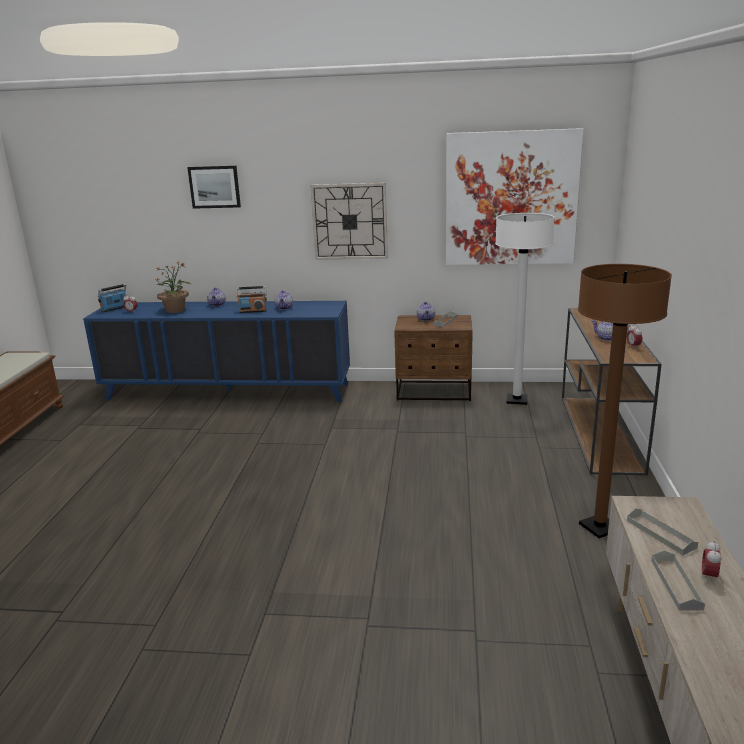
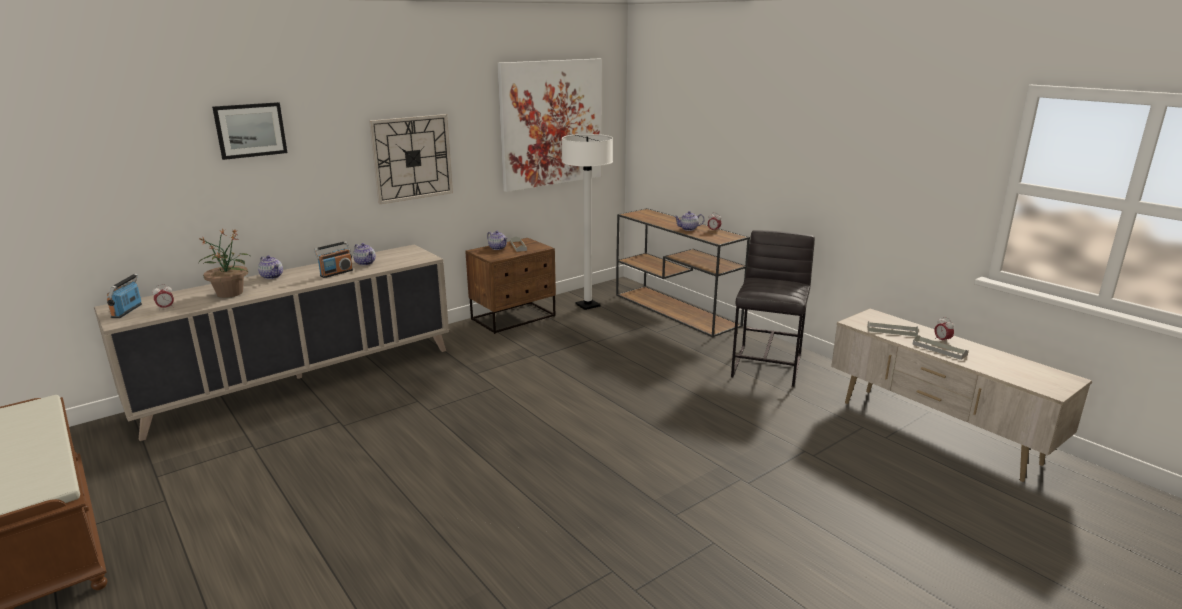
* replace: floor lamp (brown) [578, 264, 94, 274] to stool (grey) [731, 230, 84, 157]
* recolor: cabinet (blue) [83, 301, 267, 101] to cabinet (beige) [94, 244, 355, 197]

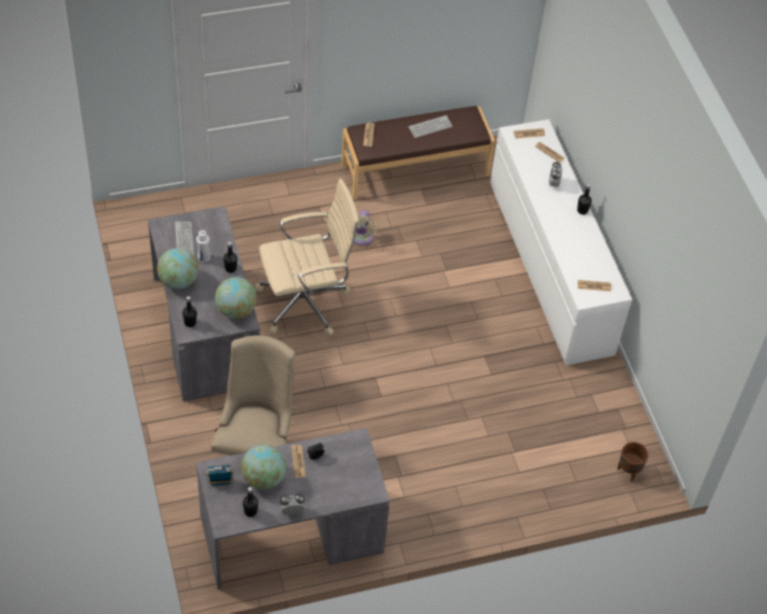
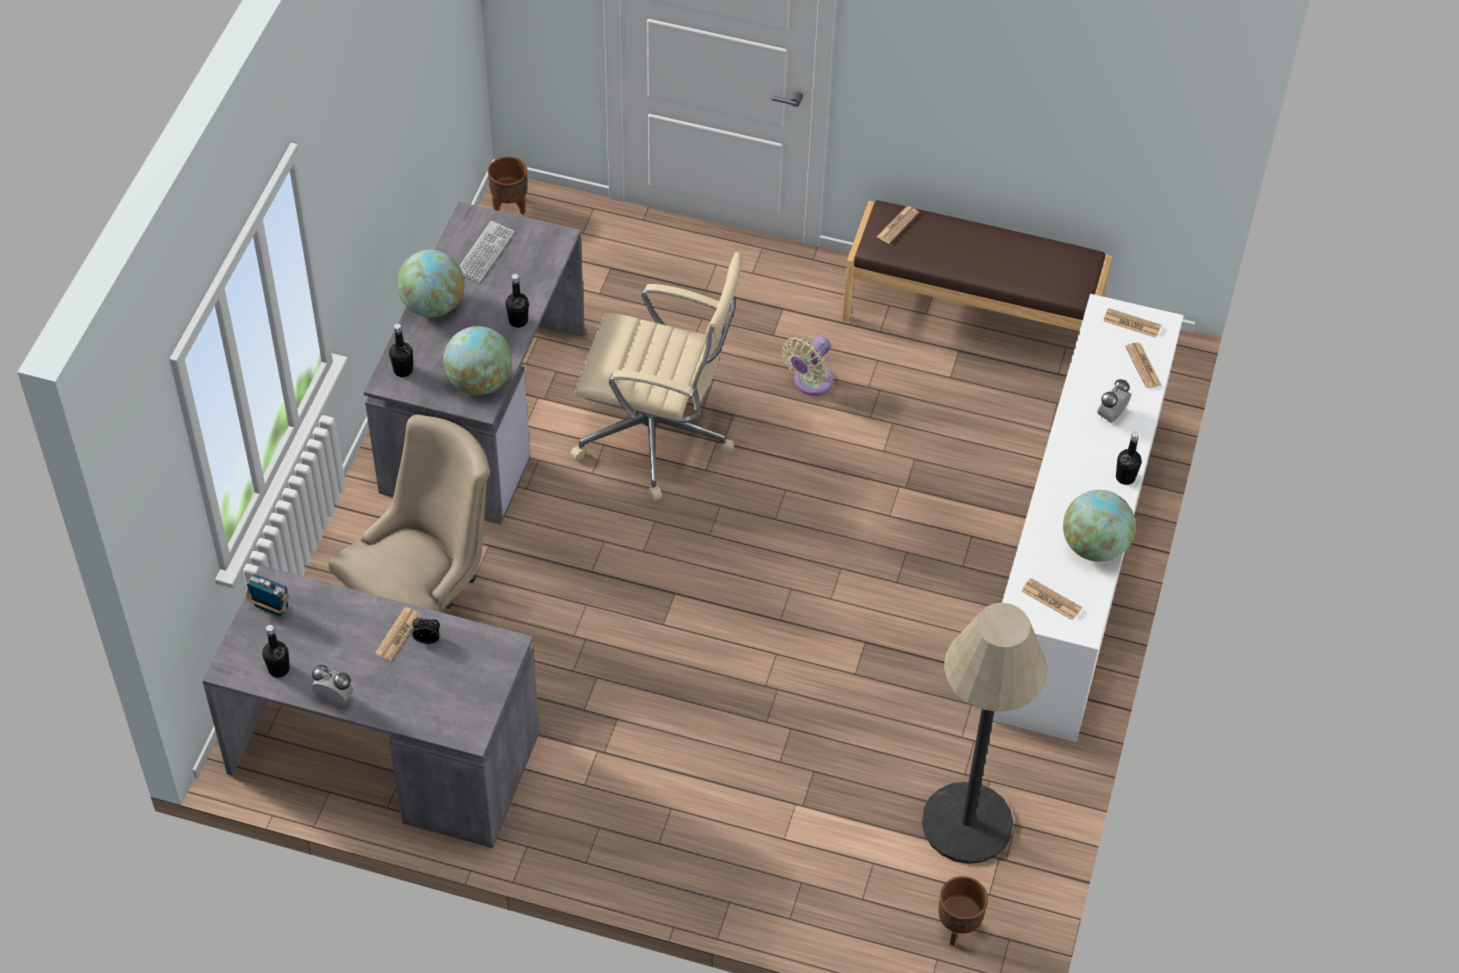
* delete: bottle (white) [196, 230, 15, 33]
* delete: keyboard [409, 115, 44, 23]
* insert: planter (brown) [488, 157, 39, 58]
* insert: floor lamp [922, 603, 125, 261]
* move: globe [241, 444, 45, 46] to [1063, 490, 73, 72]

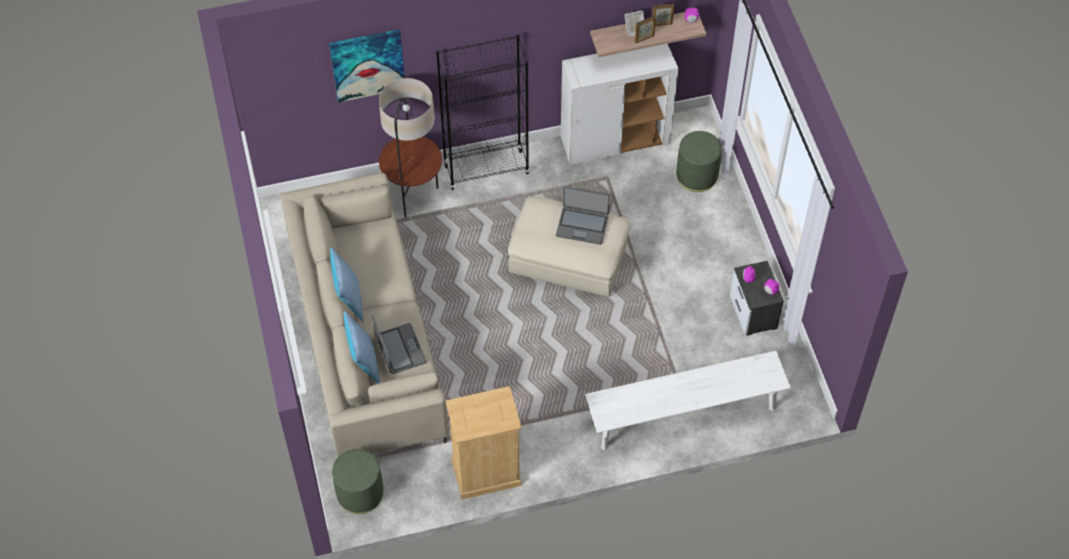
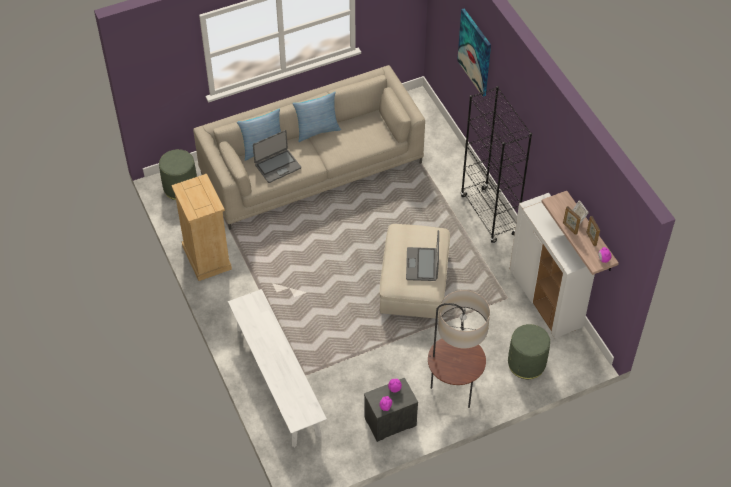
* move: floor lamp [379, 78, 63, 139] to [428, 290, 62, 118]

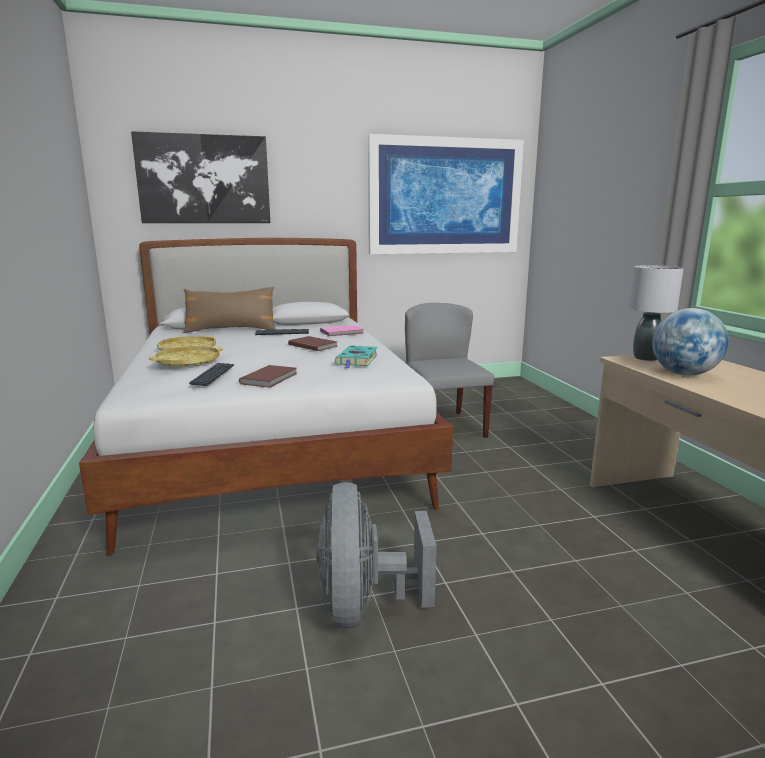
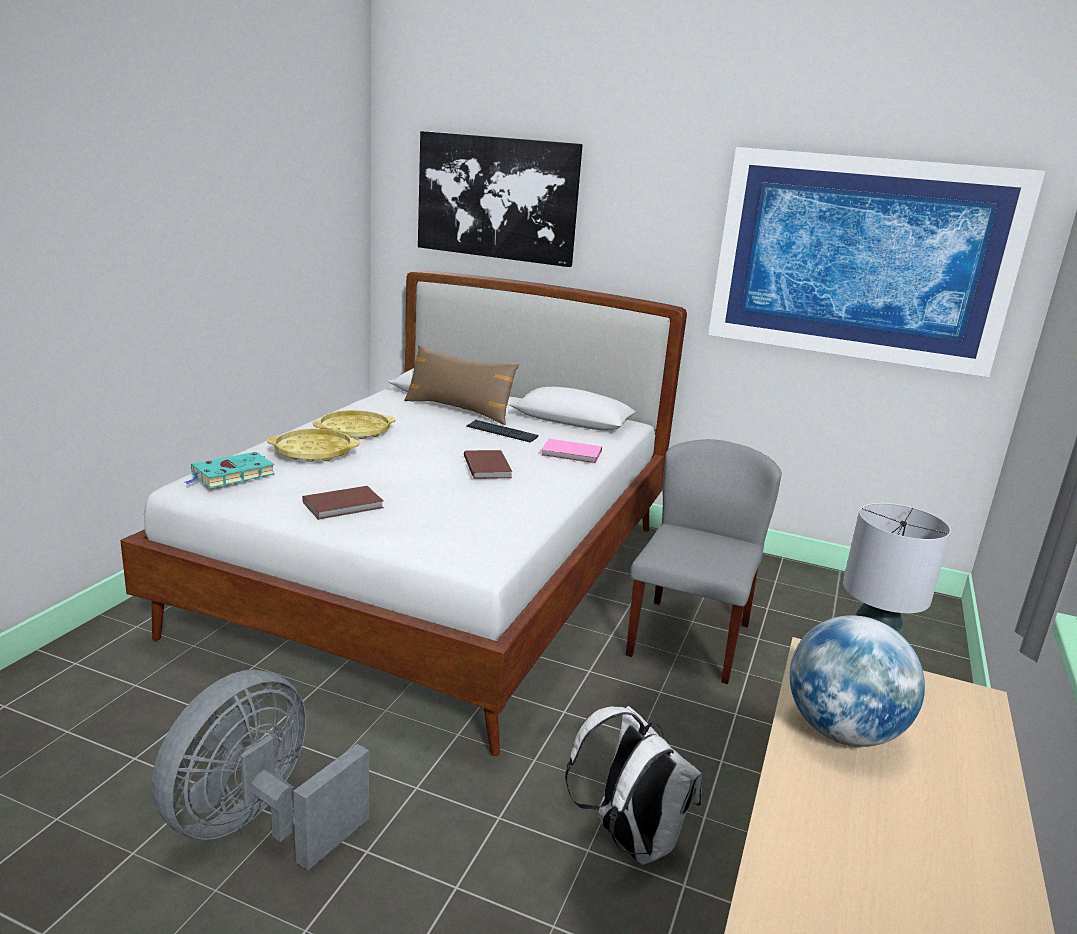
* delete: keyboard [189, 363, 46, 23]
* insert: backpack (white) [565, 706, 138, 159]
* move: book (turquoise) [335, 346, 43, 22] to [185, 452, 90, 36]

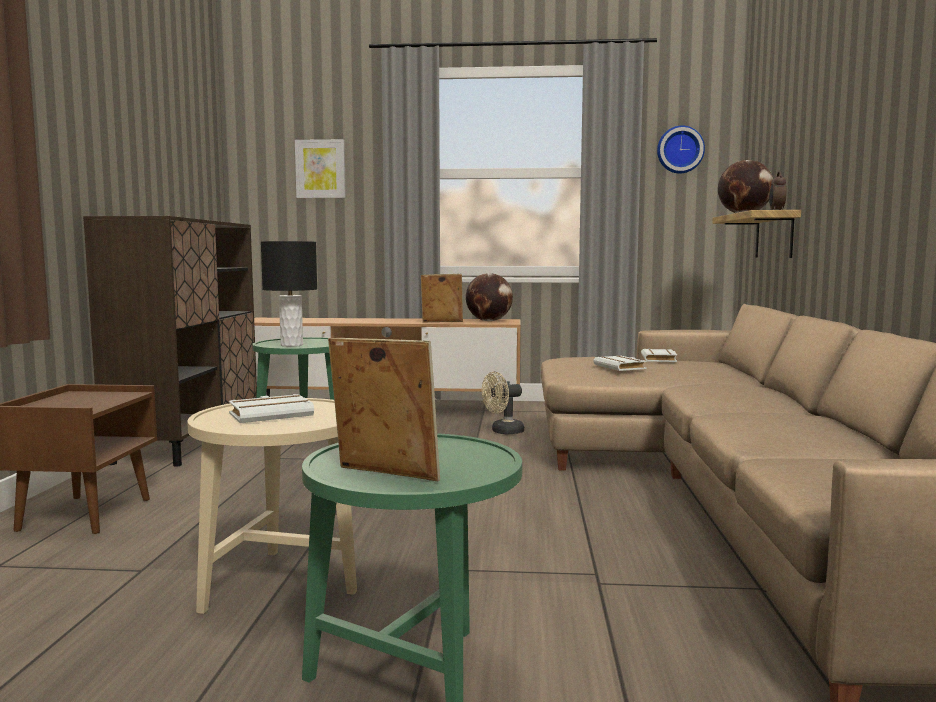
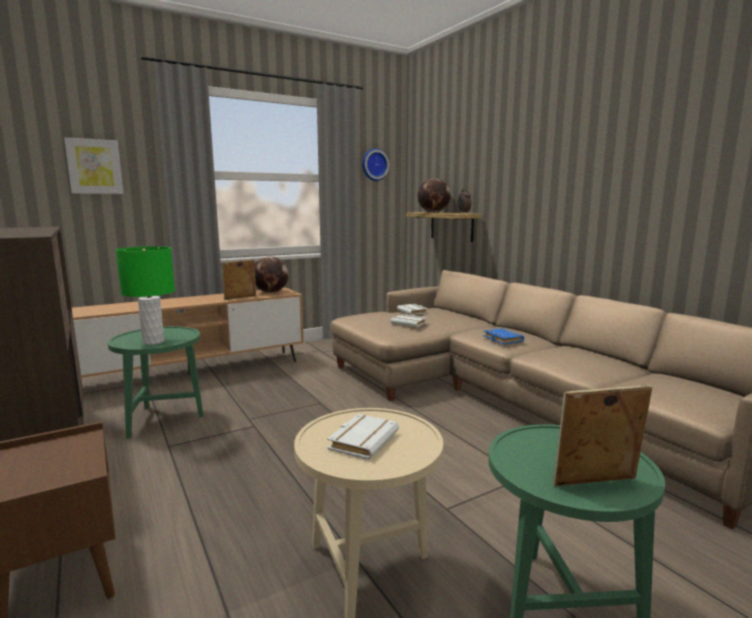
* delete: fan (beige) [482, 372, 42, 62]
* insert: book (blue) [483, 328, 41, 16]
* recolor: table lamp (black) [261, 241, 56, 106] to table lamp (green) [116, 246, 59, 99]

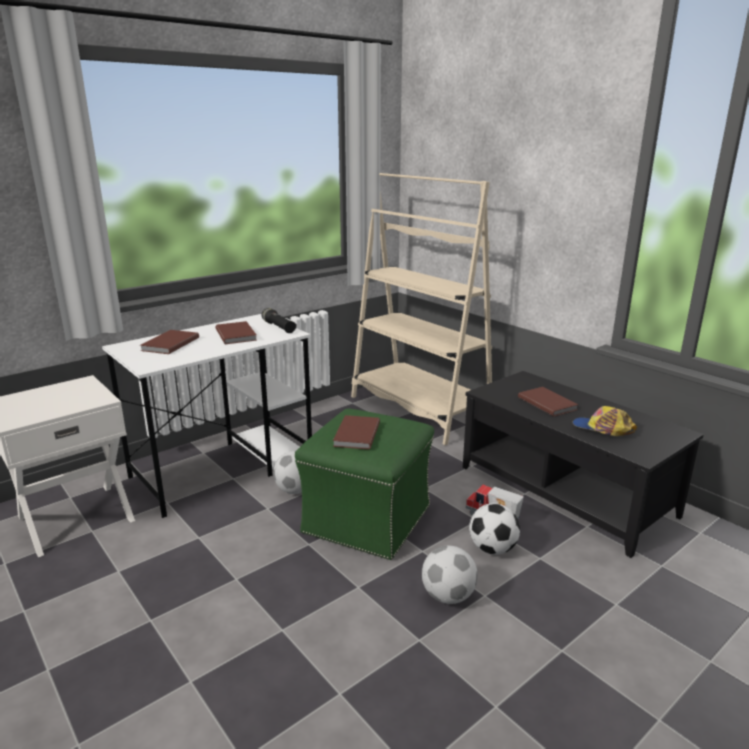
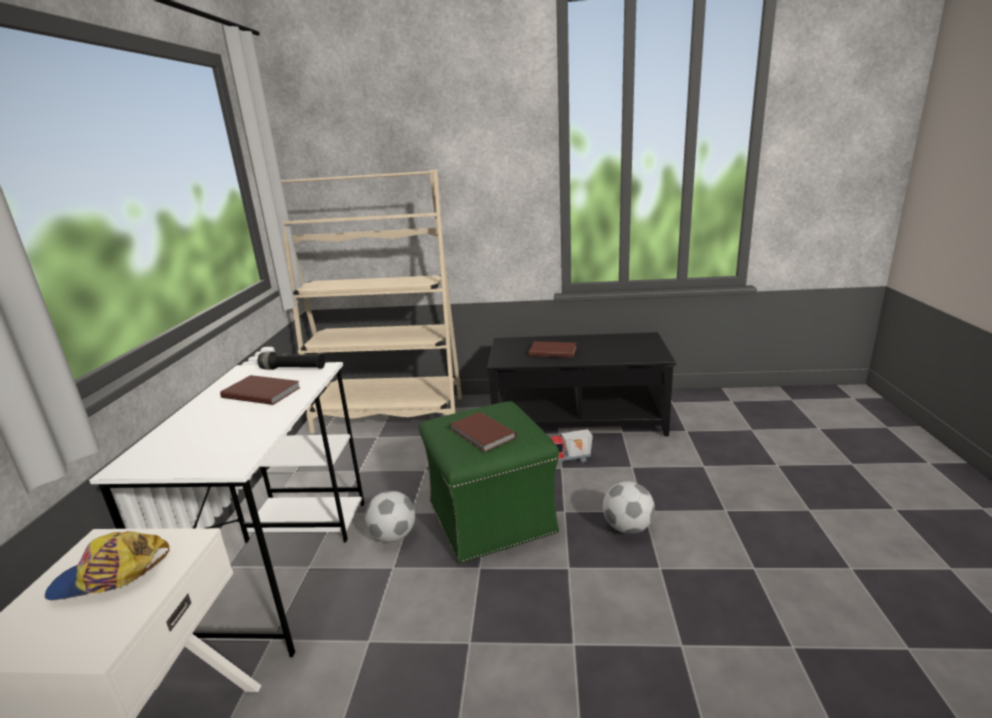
* delete: book (brown) [140, 330, 59, 24]
* delete: football [469, 503, 51, 52]
* move: cap [572, 406, 65, 30] to [45, 531, 124, 69]

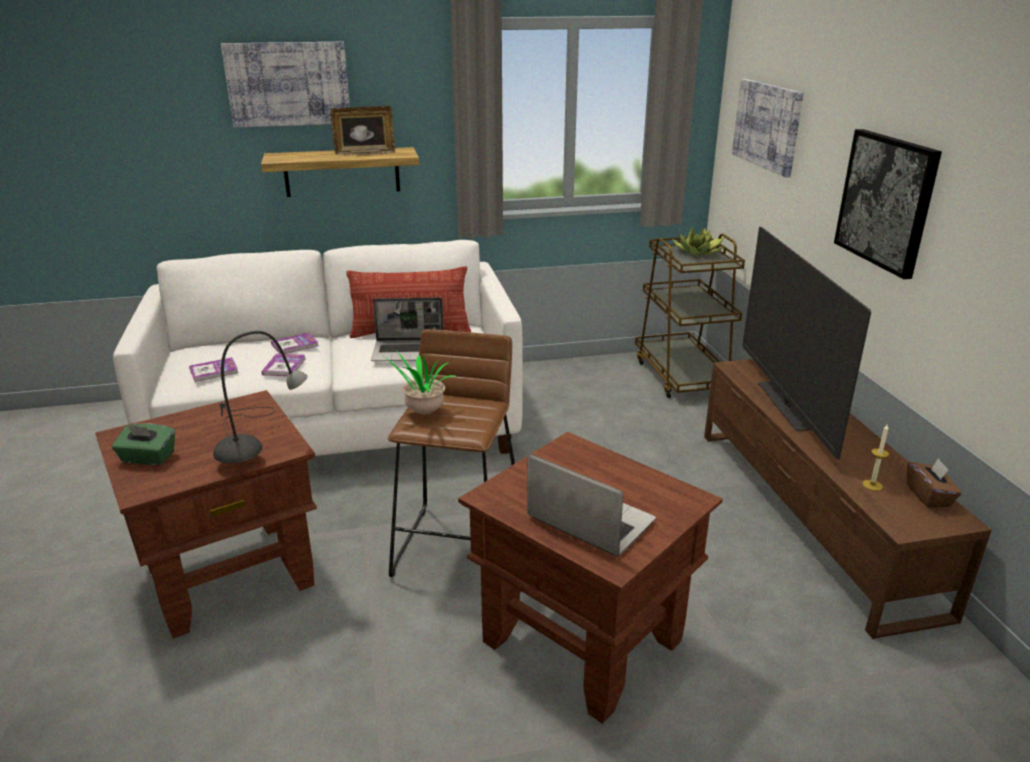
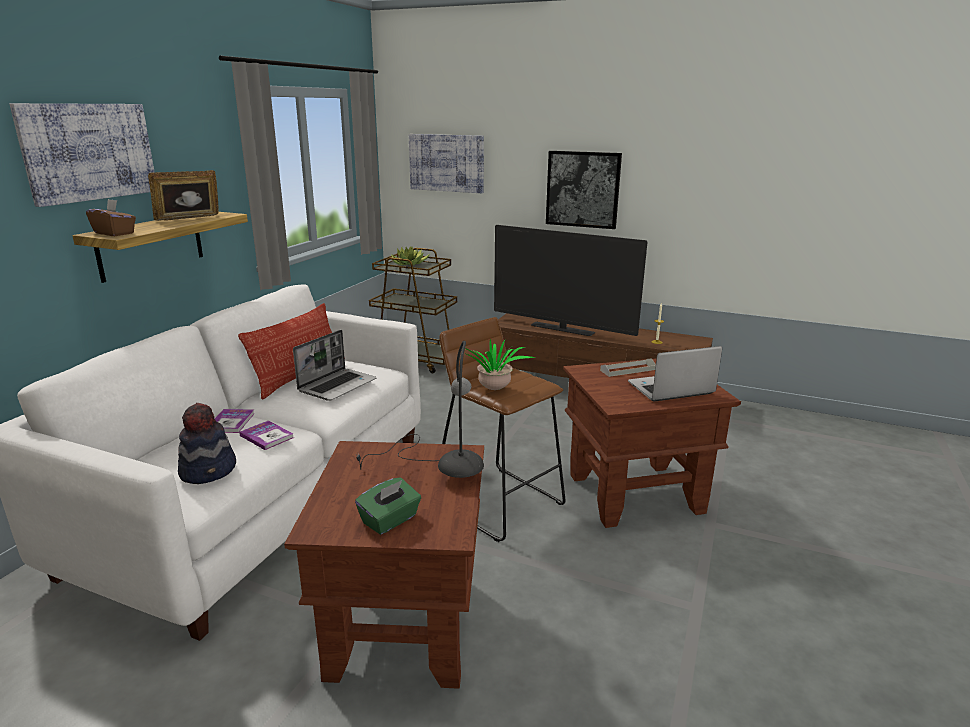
* insert: tray (grey) [600, 358, 56, 19]
* move: tissue box (brown) [907, 458, 54, 50] to [86, 199, 50, 37]
* replace: book [189, 357, 50, 25] to hat [178, 403, 58, 81]
* rotate: picture frame [331, 106, 64, 50] = [148, 170, 71, 51] 150 degrees counterclockwise

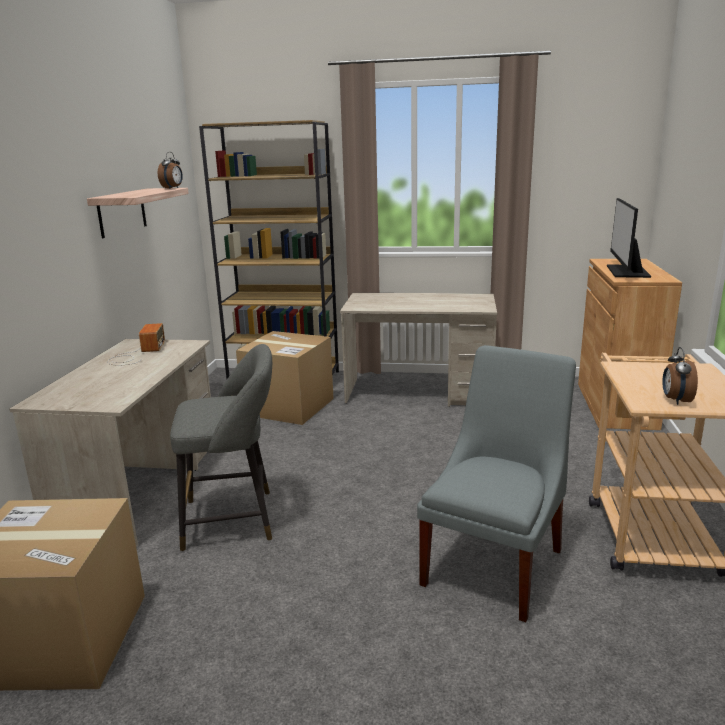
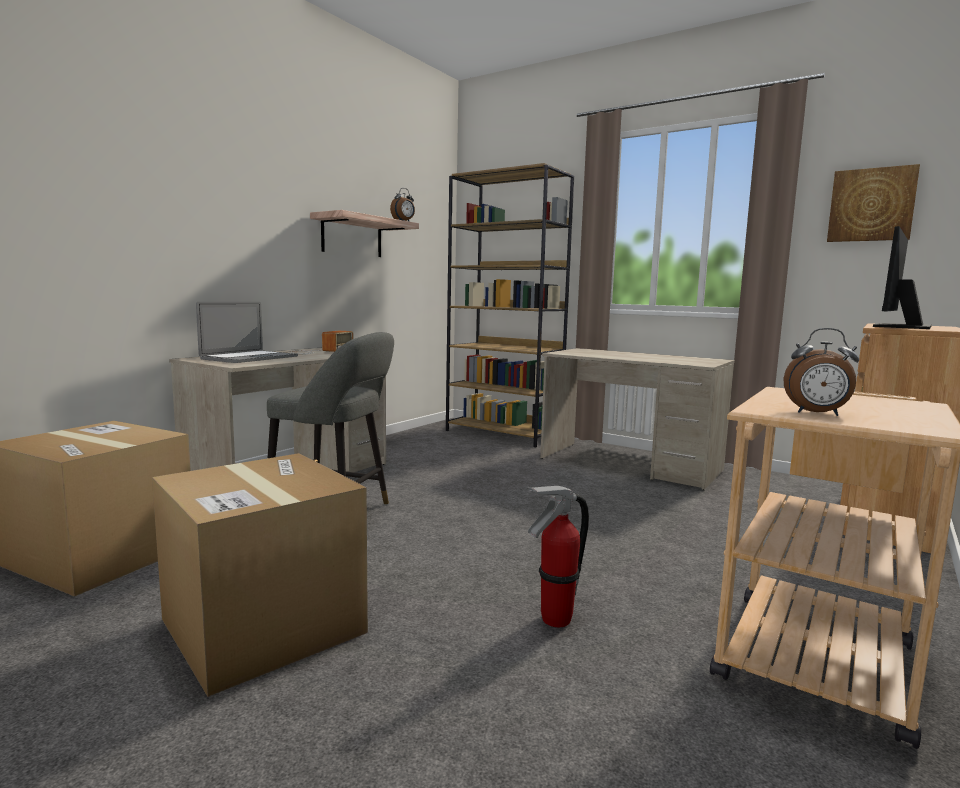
* insert: laptop [196, 302, 102, 61]
* insert: picture [827, 164, 93, 78]
* move: cardboard box [236, 331, 98, 94] to [152, 453, 216, 244]
* replace: chair (grey) [417, 345, 159, 277] to fire extinguisher [528, 486, 61, 141]
* rotate: alarm clock [662, 347, 36, 58] = [784, 328, 76, 88] 105 degrees counterclockwise

